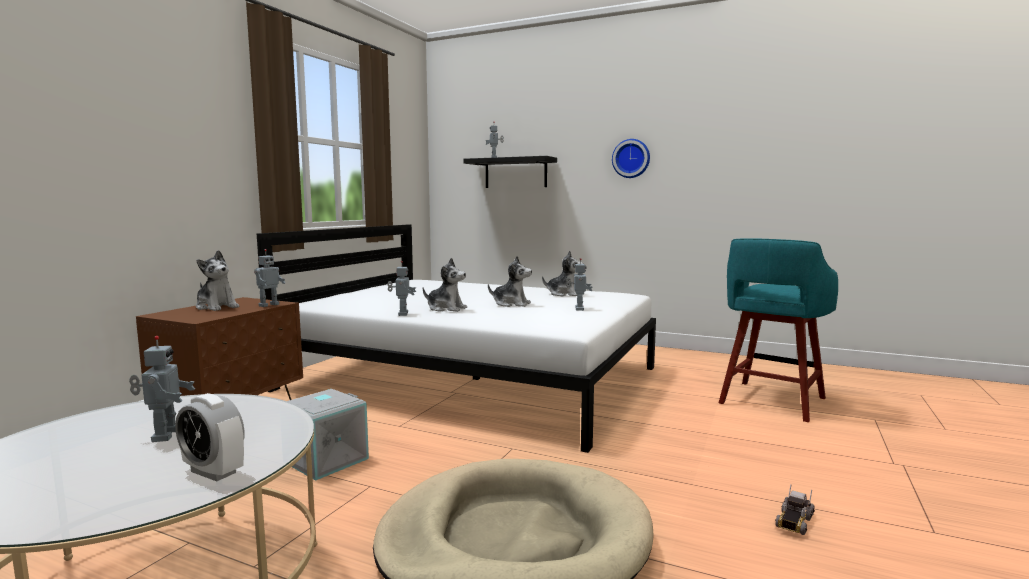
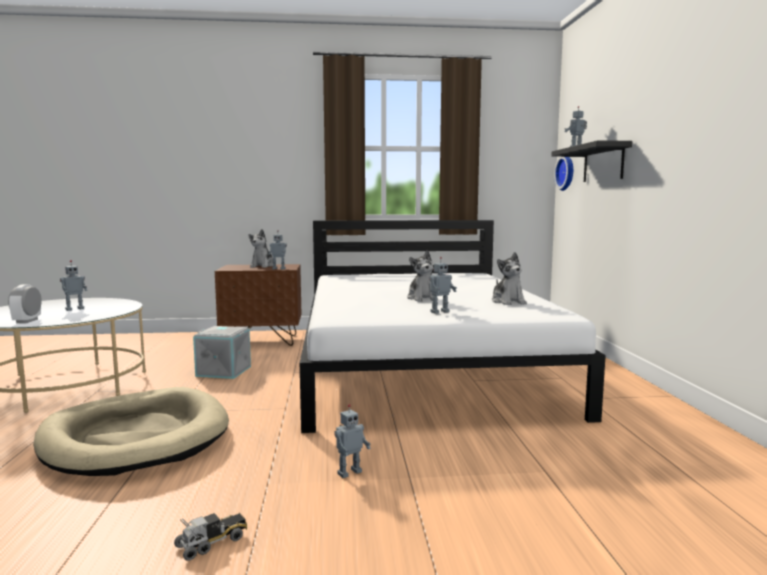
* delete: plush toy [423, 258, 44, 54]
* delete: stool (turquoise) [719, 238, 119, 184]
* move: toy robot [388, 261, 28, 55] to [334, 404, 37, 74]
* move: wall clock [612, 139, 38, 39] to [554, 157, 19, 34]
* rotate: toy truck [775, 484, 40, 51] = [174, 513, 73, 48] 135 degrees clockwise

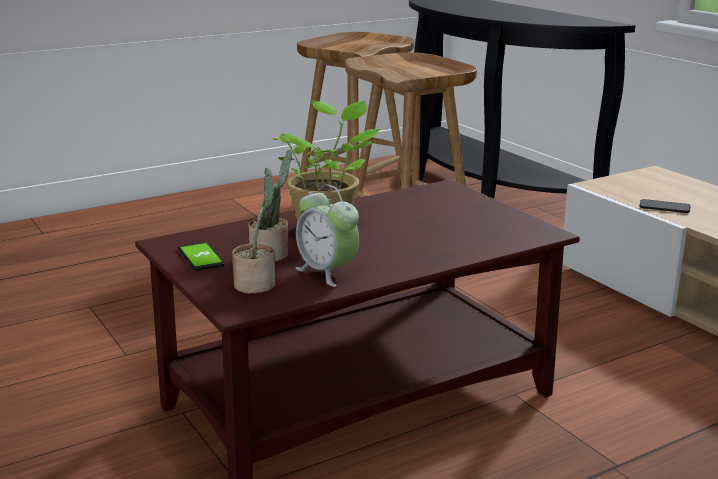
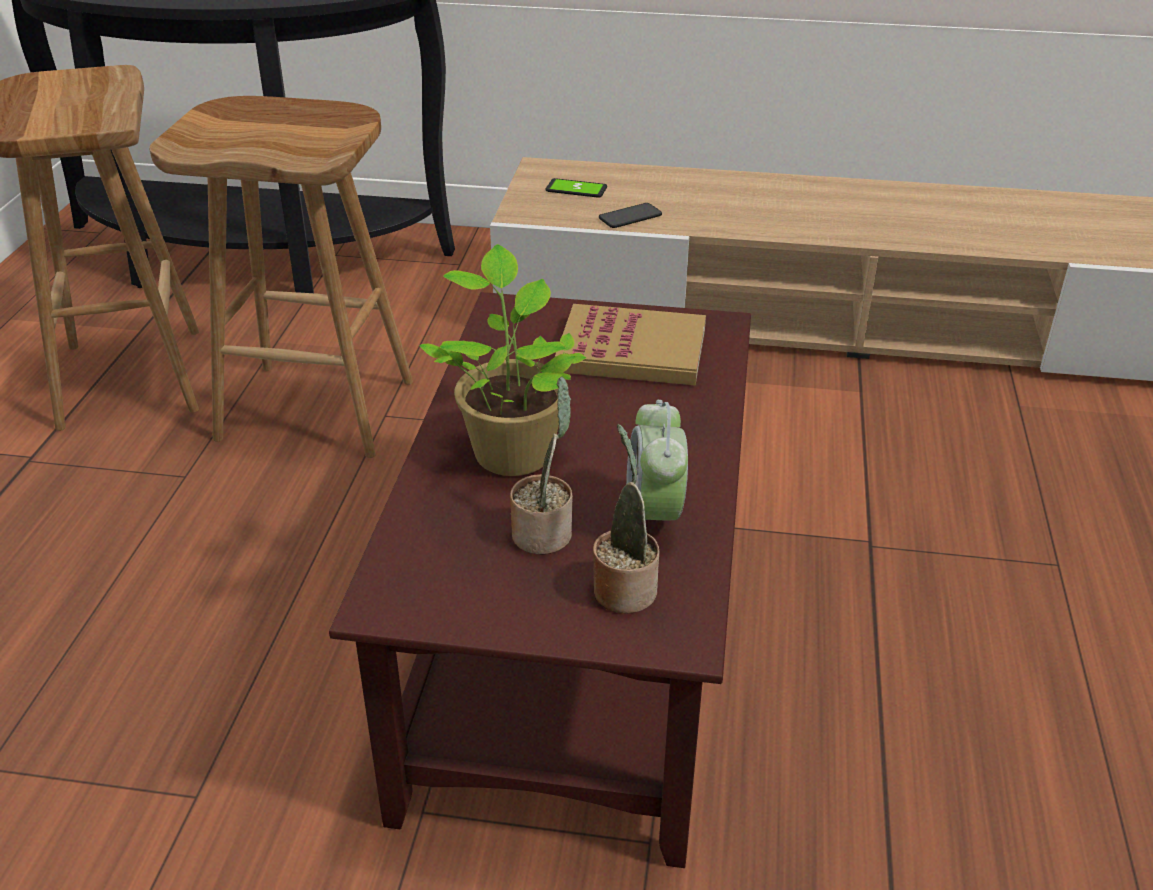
* insert: book [555, 304, 151, 82]
* move: phone [178, 242, 47, 29] to [545, 178, 62, 20]
* rotate: alarm clock [295, 185, 64, 102] = [626, 400, 62, 121] 90 degrees clockwise

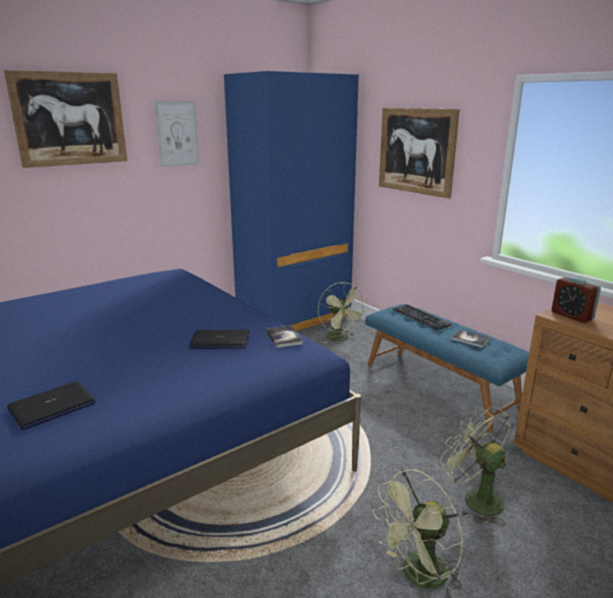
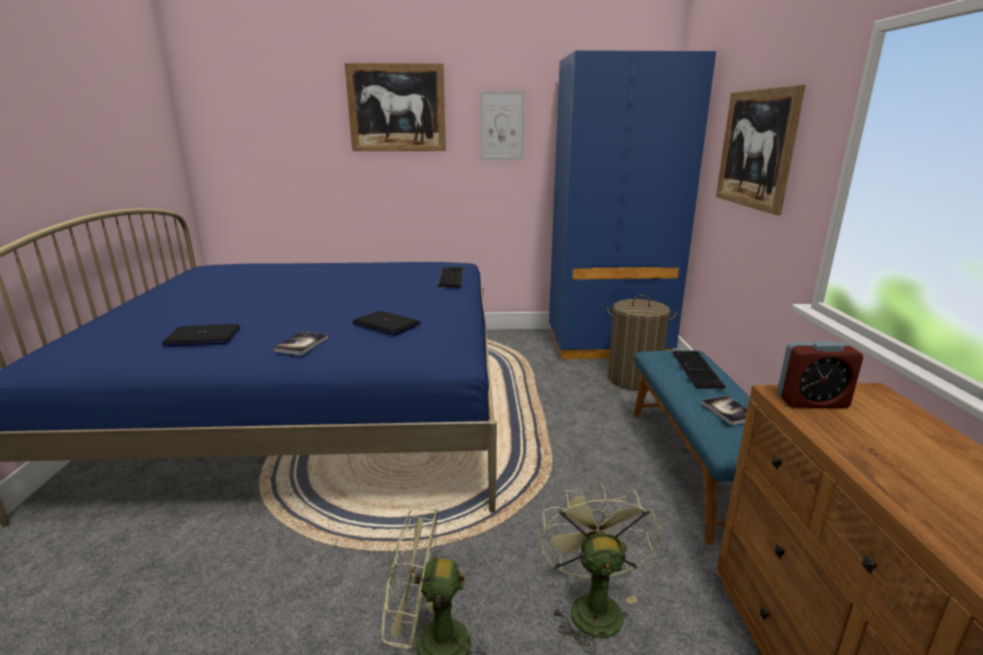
* insert: keyboard [437, 267, 26, 21]
* move: book [266, 325, 38, 23] to [273, 332, 55, 23]
* replace: fan (green) [318, 282, 48, 61] to laundry basket [607, 295, 70, 96]
* rotate: alarm clock [552, 276, 49, 47] = [777, 340, 86, 68] 90 degrees counterclockwise

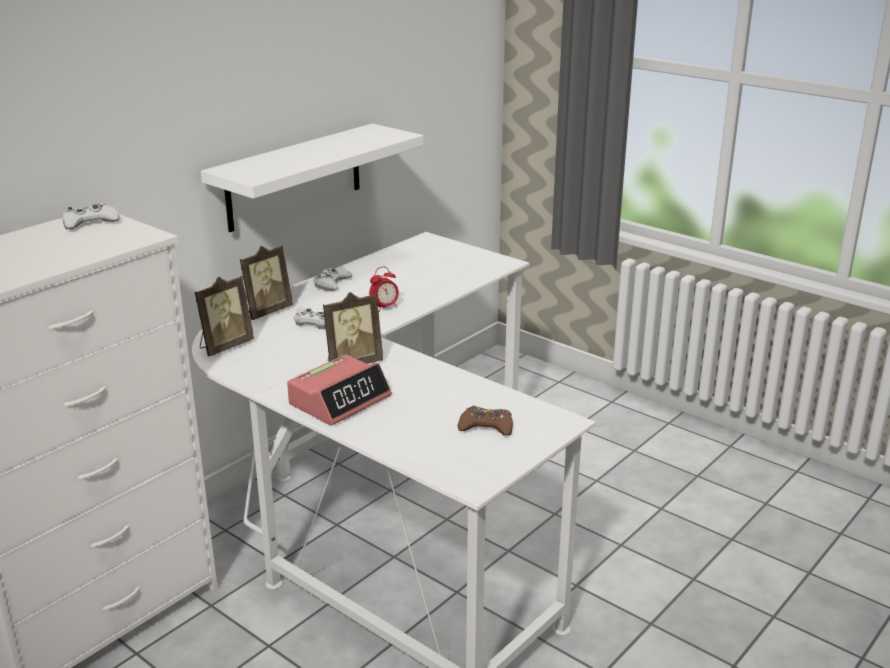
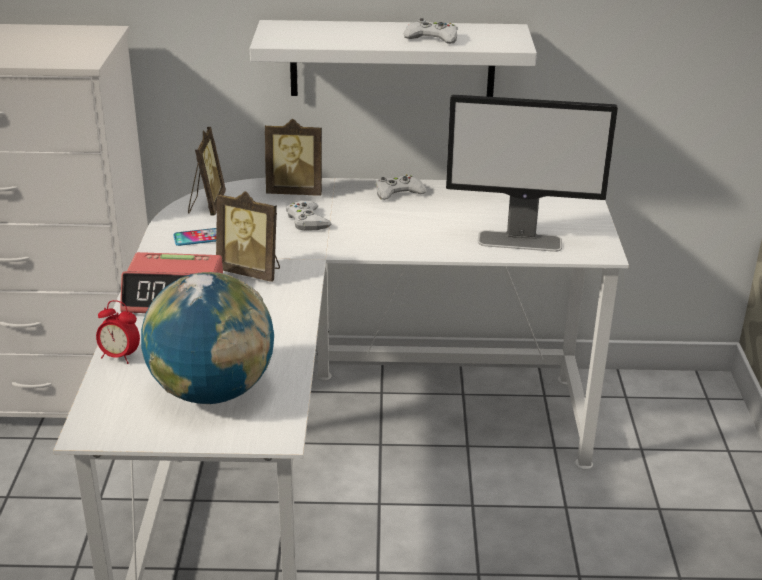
* insert: phone [173, 228, 43, 18]
* insert: monitor [446, 95, 172, 157]
* move: game controller (white) [62, 204, 58, 25] to [404, 18, 54, 26]
* move: alarm clock [369, 267, 30, 45] to [96, 300, 44, 64]
* replace: game controller (brown) [458, 405, 55, 31] to globe [141, 272, 133, 132]
* rotate: picture frame [195, 276, 59, 80] = [188, 127, 38, 89] 90 degrees counterclockwise

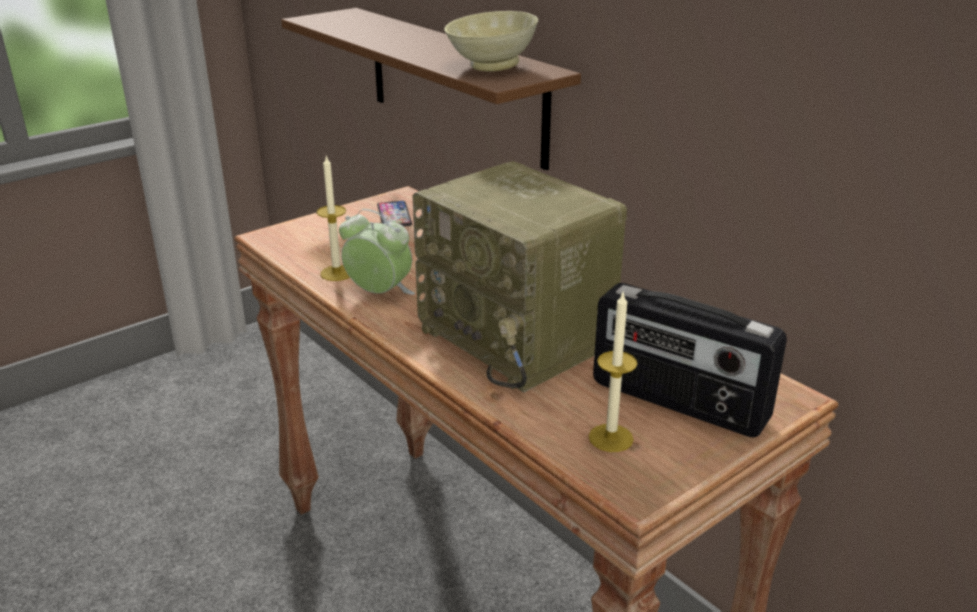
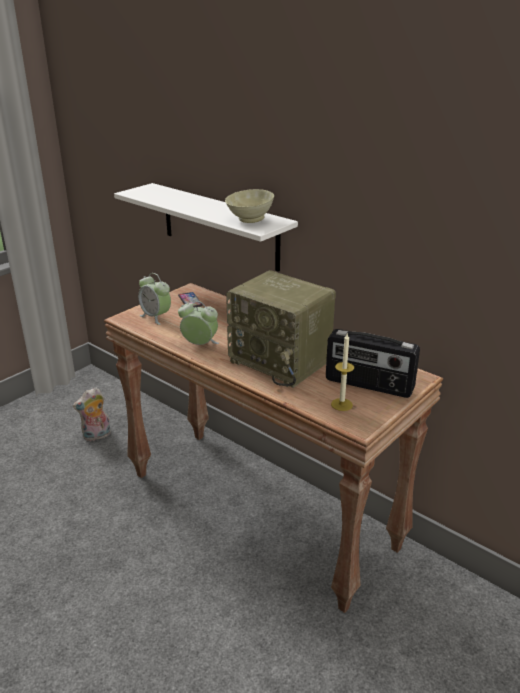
* delete: candle [317, 156, 33, 125]
* insert: plush toy [73, 387, 38, 54]
* insert: alarm clock [138, 273, 33, 52]
* recolor: shelf (brown) [281, 8, 300, 162] to shelf (white) [114, 183, 184, 89]

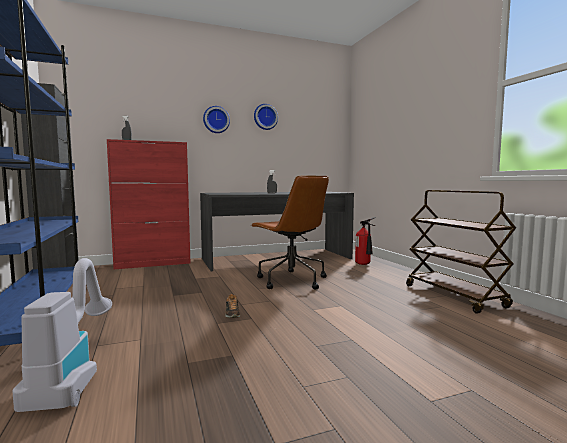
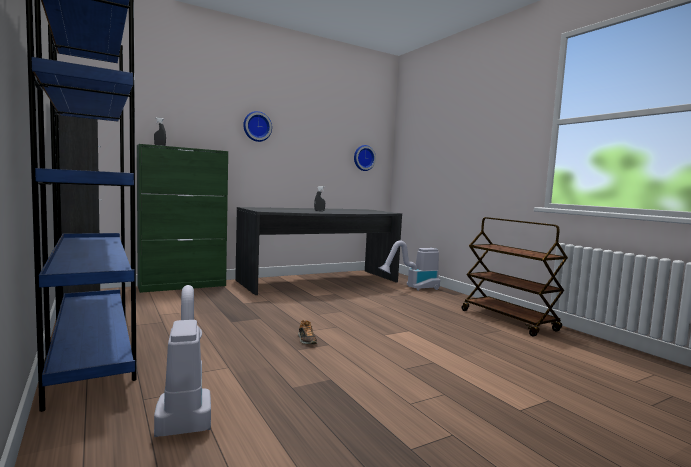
* delete: office chair (brown) [251, 176, 78, 114]
* move: wall clock [254, 104, 24, 26] to [354, 145, 22, 26]
* replace: fire extinguisher [355, 217, 21, 48] to vacuum cleaner [378, 241, 62, 50]
* recolor: cabinet (red) [107, 139, 84, 130] to cabinet (green) [137, 144, 91, 149]

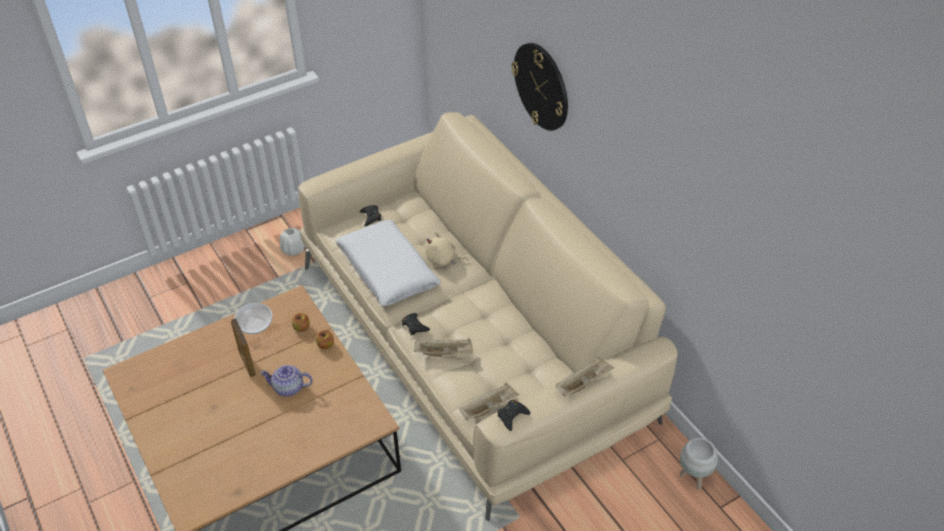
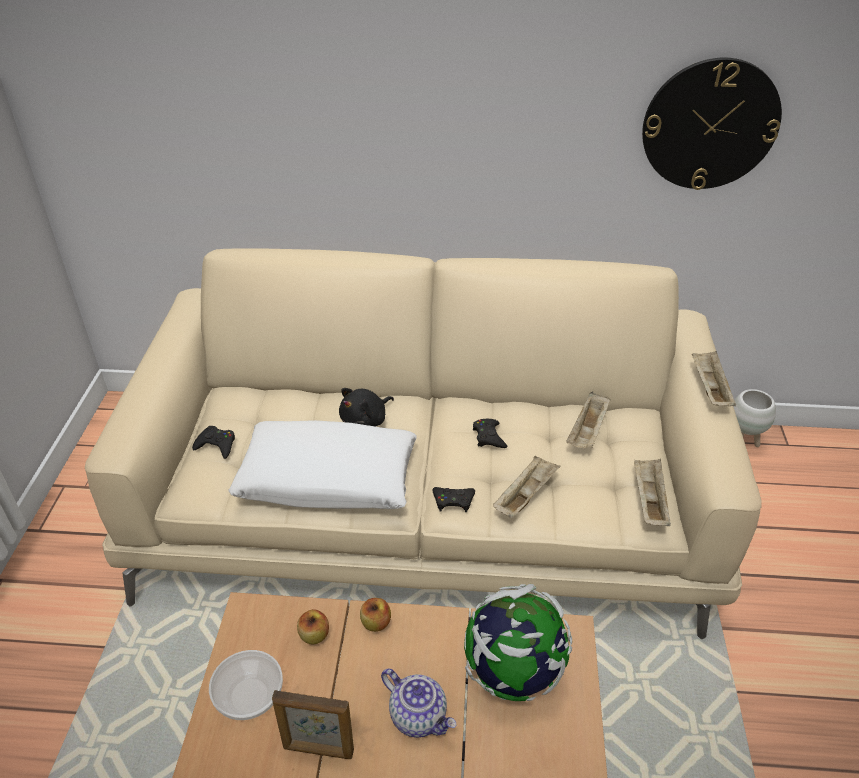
* delete: vase (white) [280, 228, 25, 28]
* insert: globe [464, 584, 108, 117]
* insert: tray (beige) [566, 392, 45, 56]
* move: game controller (black) [497, 400, 34, 31] to [473, 419, 35, 29]
* move: wall clock [512, 43, 56, 88] to [642, 58, 140, 132]
* recolor: plush toy (beige) [425, 232, 43, 34] to plush toy (black) [339, 388, 55, 39]
* rotate: teapot [260, 365, 53, 32] = [381, 669, 75, 69] 90 degrees counterclockwise

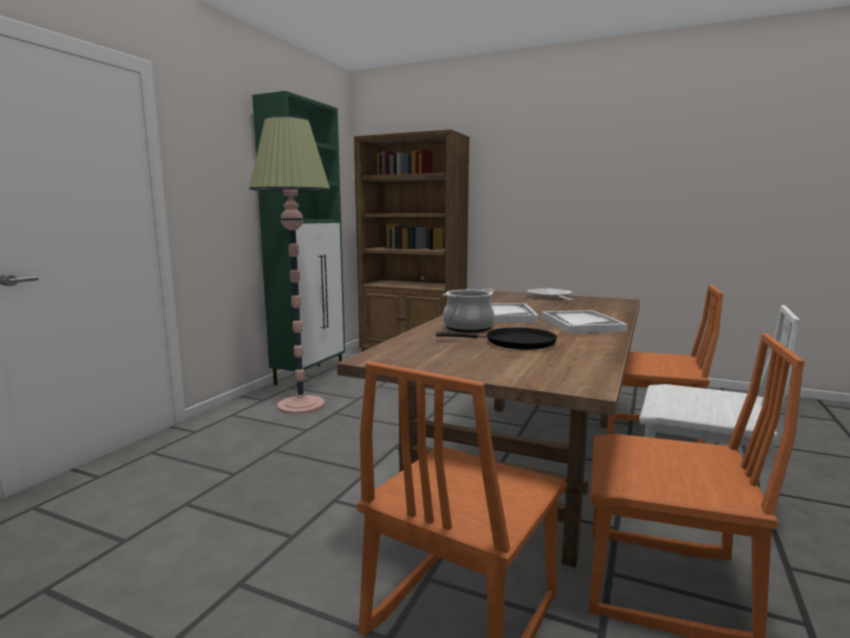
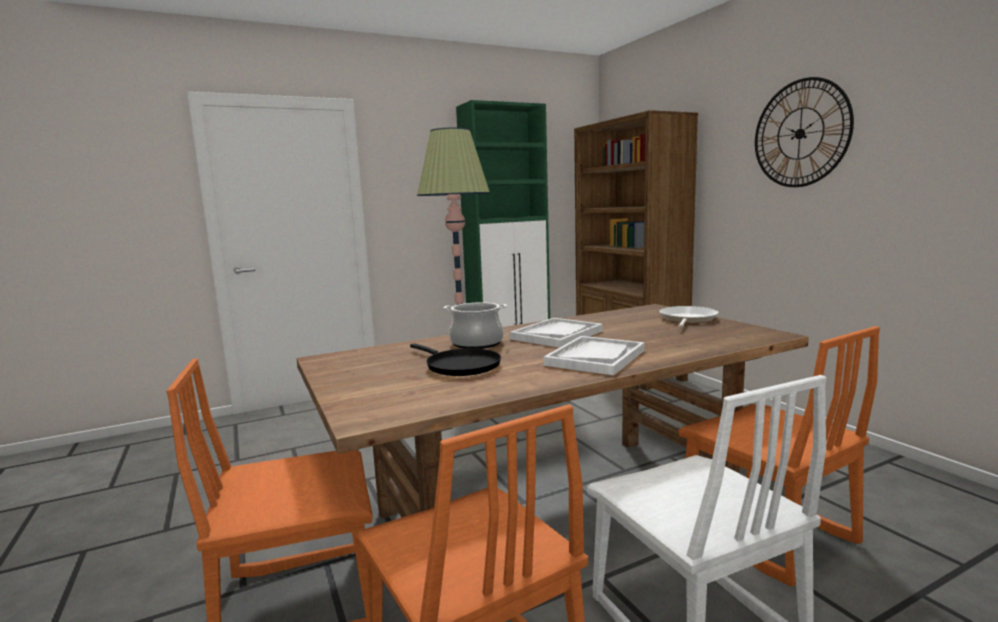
* insert: wall clock [755, 77, 99, 110]

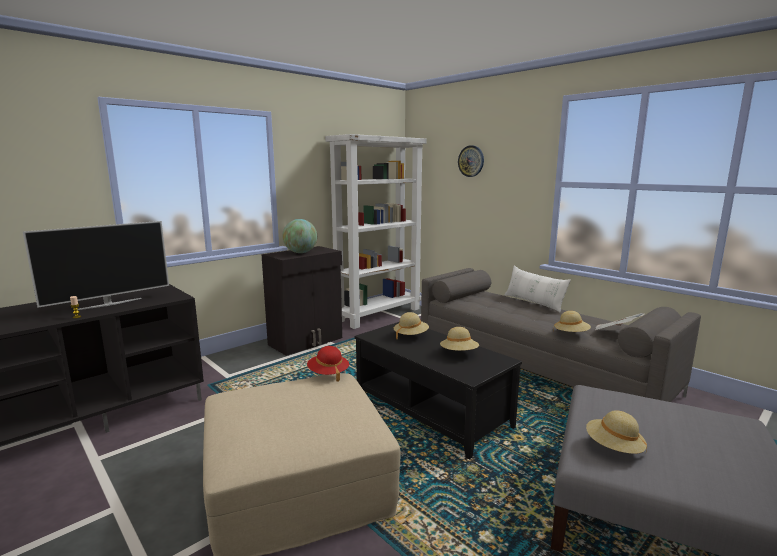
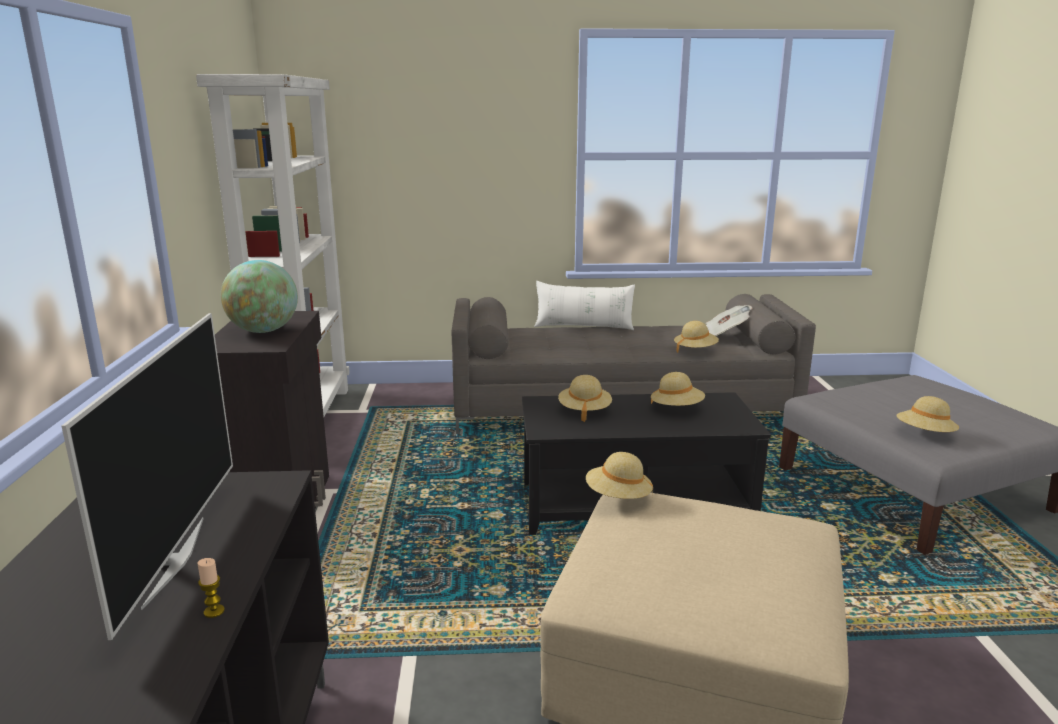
* delete: wall clock [458, 145, 26, 32]
* recolor: hat (red) [307, 346, 42, 36] to hat (beige) [586, 452, 67, 47]

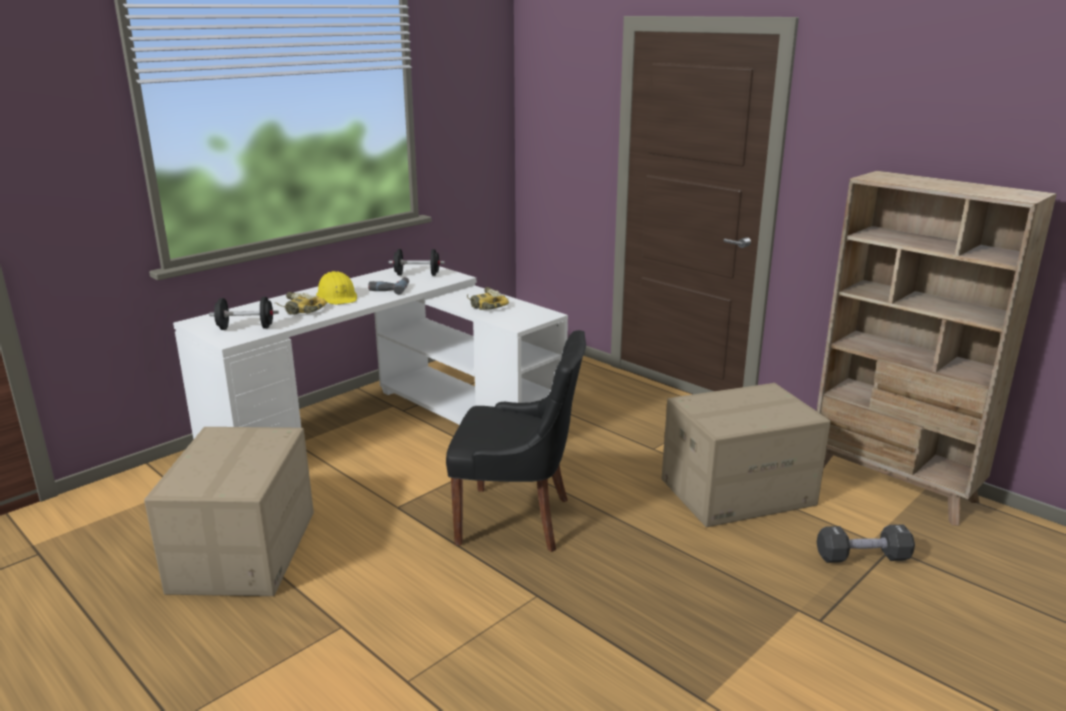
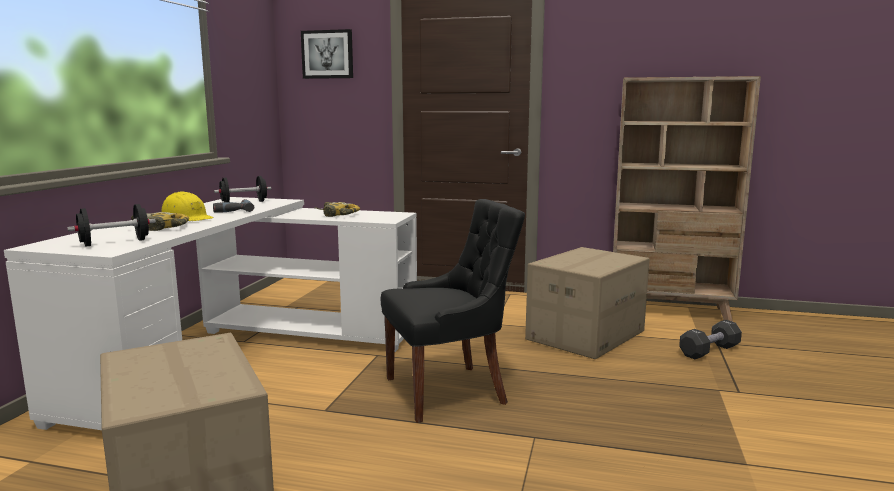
* insert: picture [301, 29, 52, 50]

